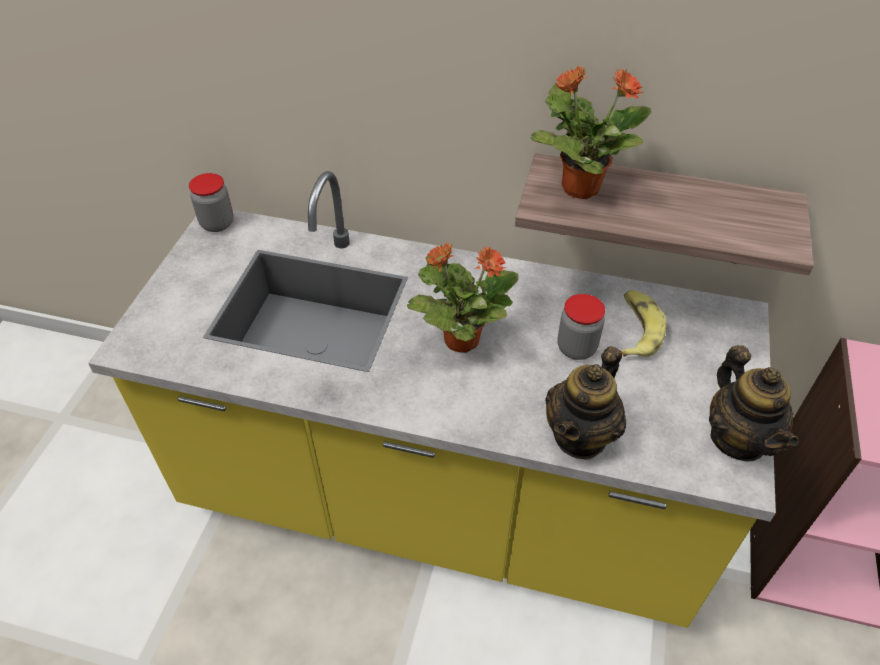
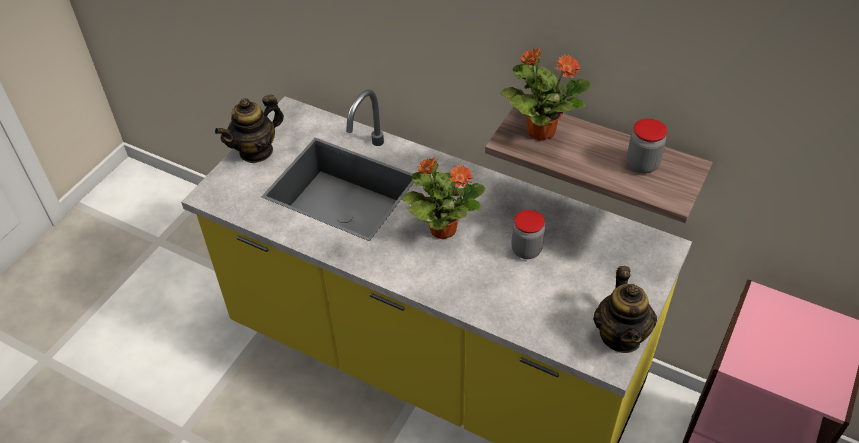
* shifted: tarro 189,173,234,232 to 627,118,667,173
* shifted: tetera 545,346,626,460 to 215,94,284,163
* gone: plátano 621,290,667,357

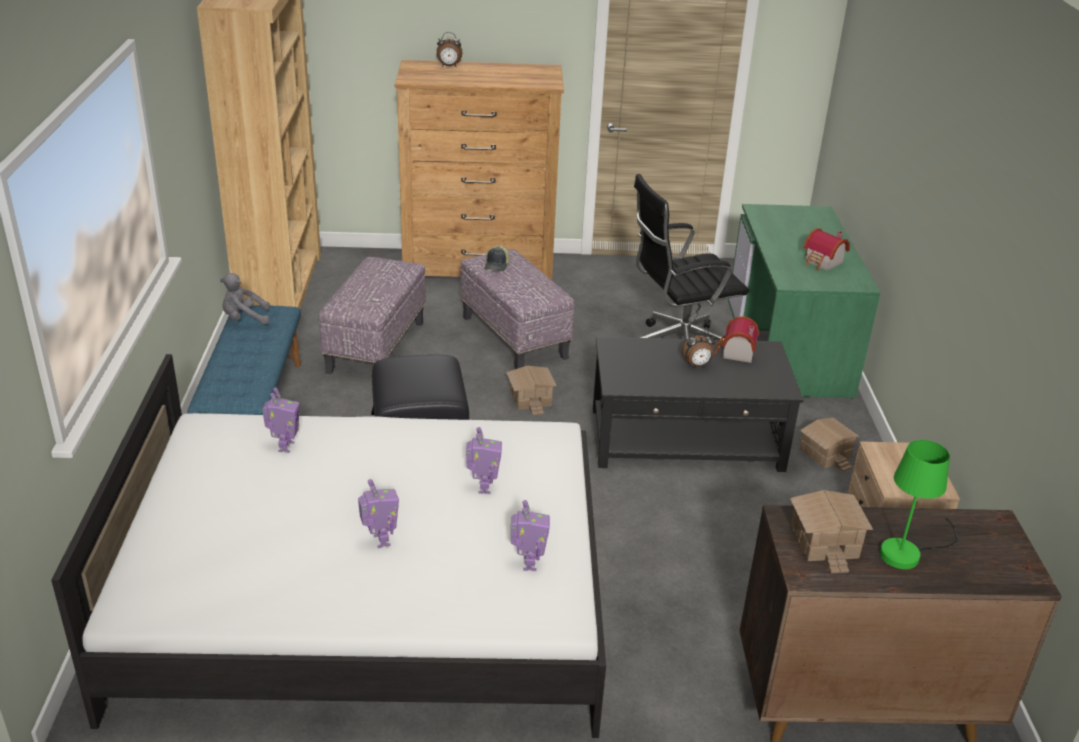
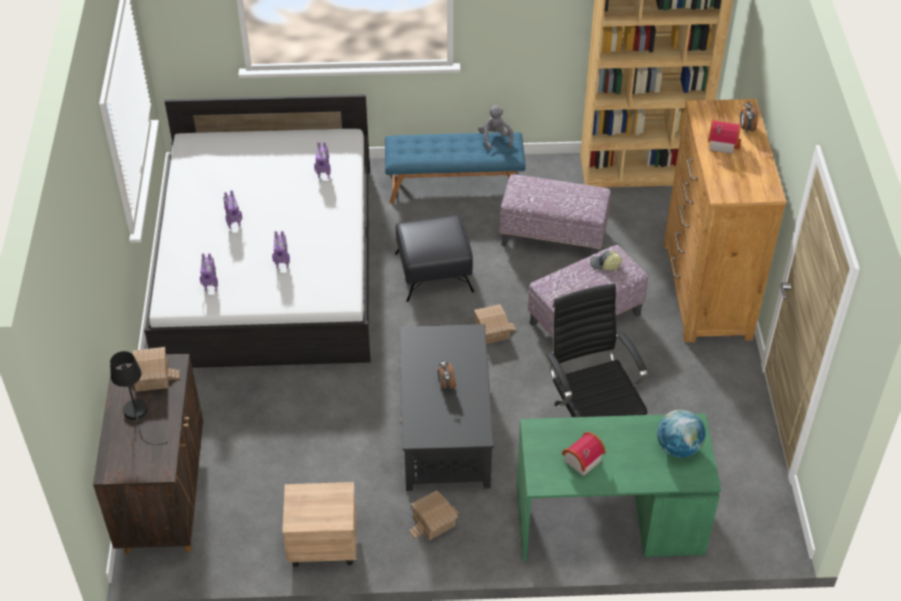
* shifted: casita 715,316,759,363 to 708,119,741,154
* repainted: lámpara de mesa [verde] 880,440,958,570 to lámpara de mesa [negro] 110,351,168,445
* new: globo terráqueo 657,410,706,458

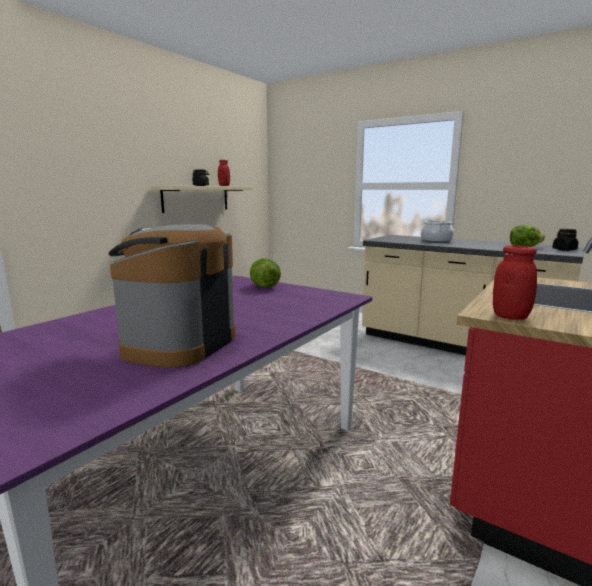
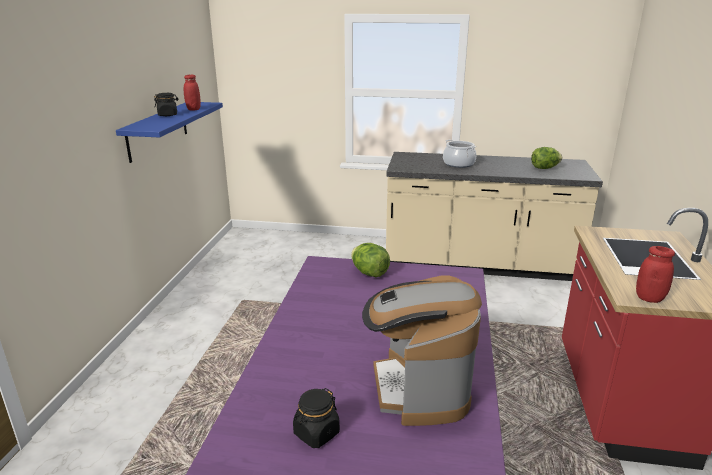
* repainted: estante [beis] 152,186,253,213 to estante [azul] 116,102,223,163
* shifted: tarro [negro] 552,229,578,251 to 293,388,340,448

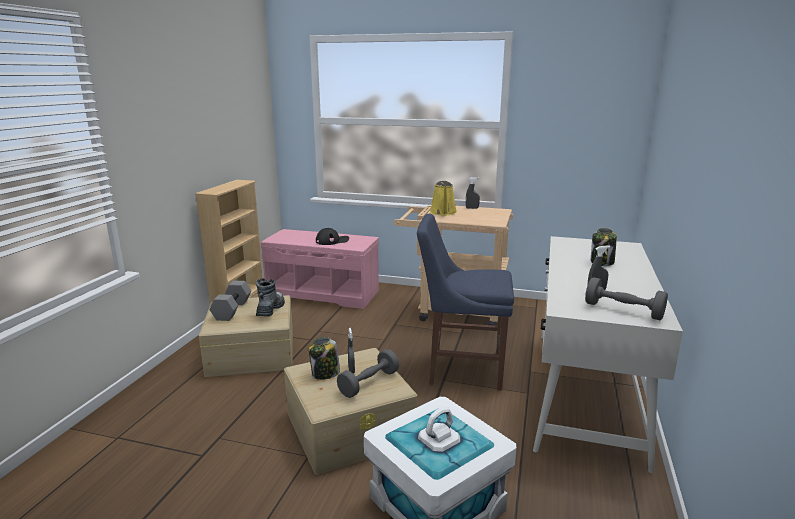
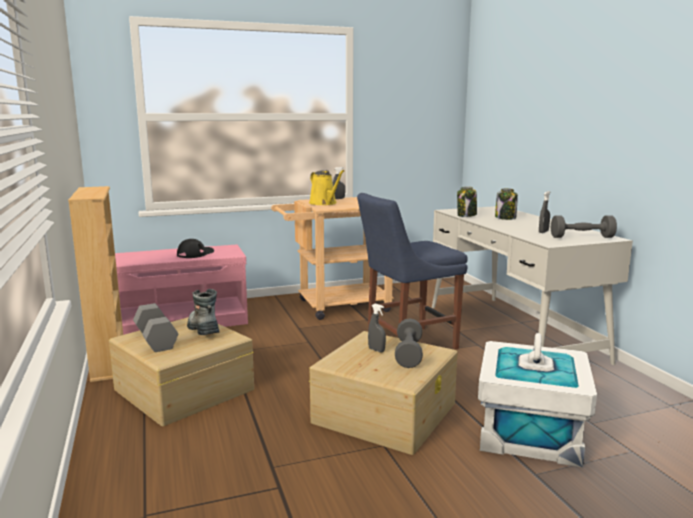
* shifted: tarro 309,337,340,380 to 457,187,477,217

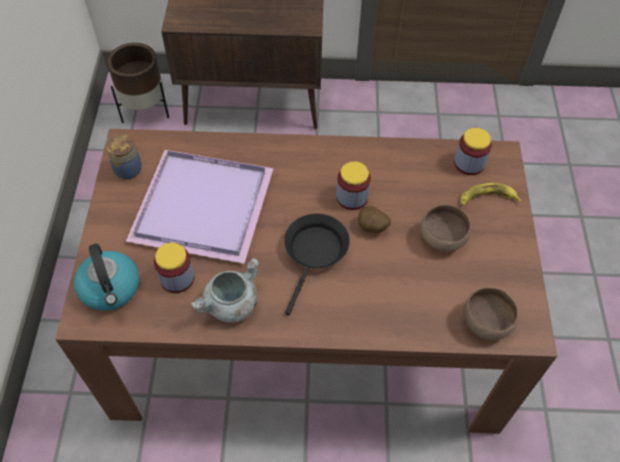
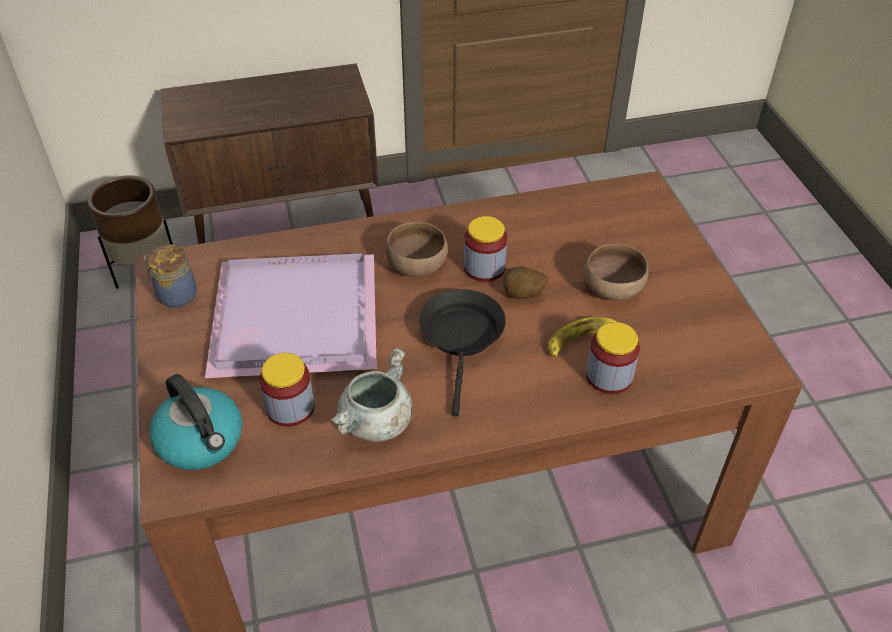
* shifted: tarro 454,128,492,175 to 586,322,640,394
* shifted: plátano 461,183,522,206 to 548,317,617,357
* shifted: cuenco [marrón] 463,287,519,340 to 386,222,448,277

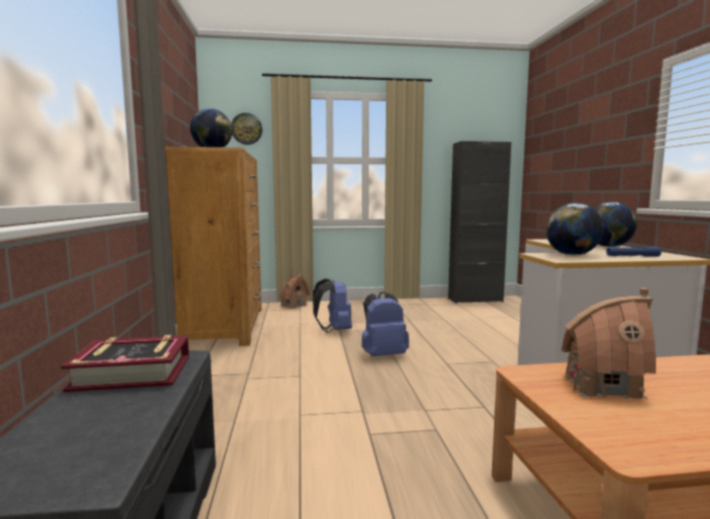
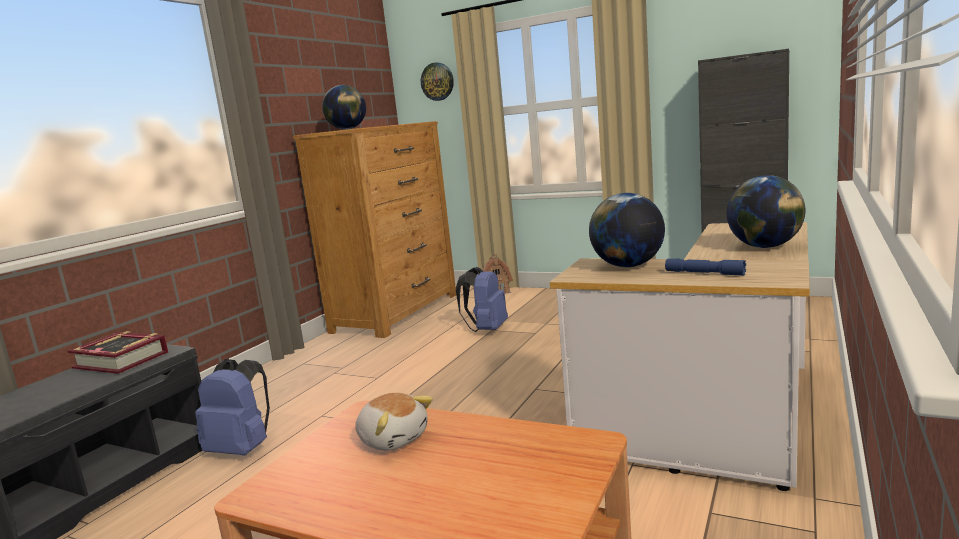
* shifted: mochila [azul] 362,291,409,356 to 195,359,270,455
* swapped: casita 561,288,656,403 to peluche 355,393,433,451

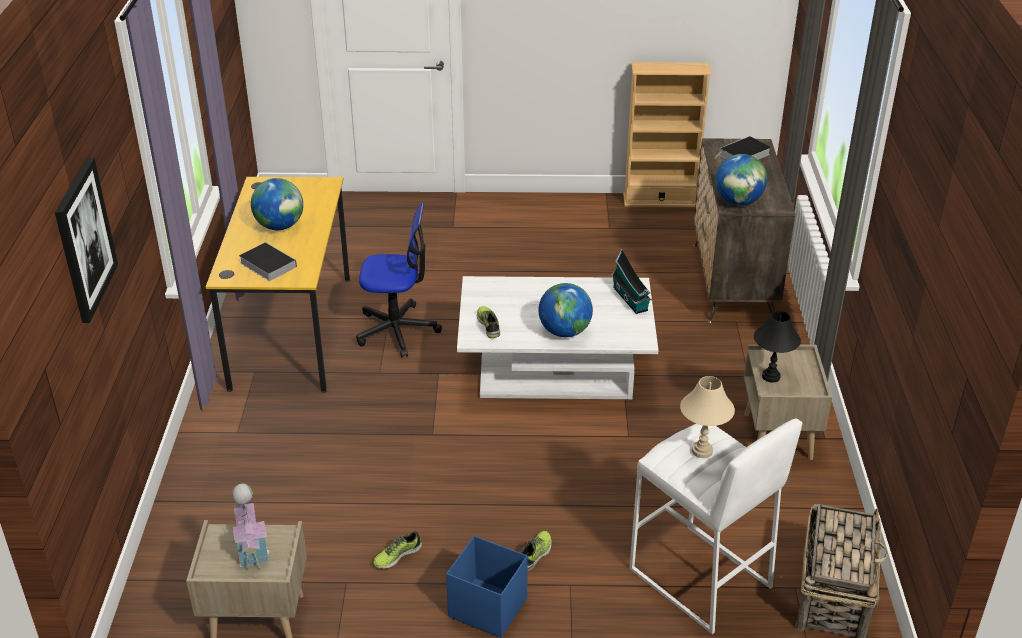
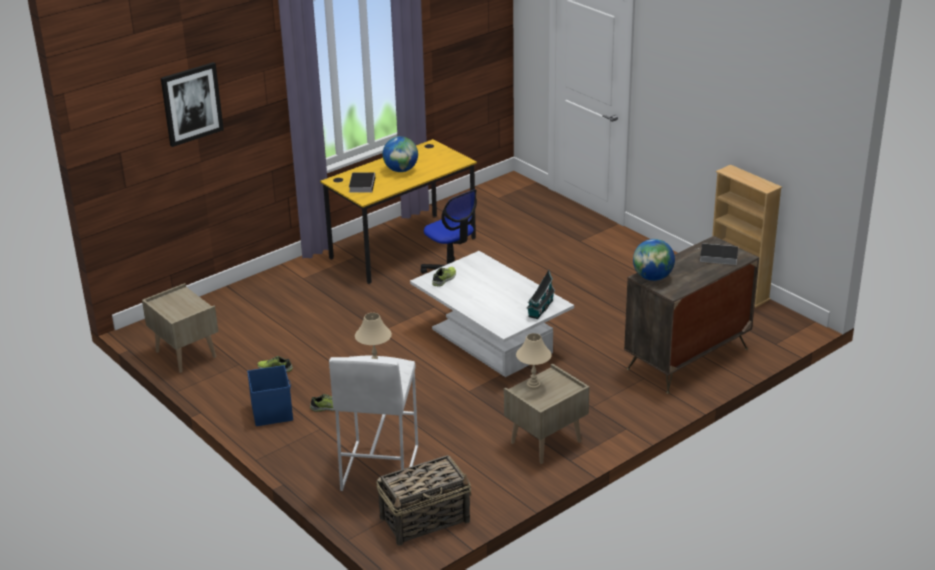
* gone: casita 232,484,269,570
* gone: globo terráqueo 539,283,593,337
* repainted: lámpara de mesa [negro] 754,311,801,383 to lámpara de mesa [beis] 516,333,552,390

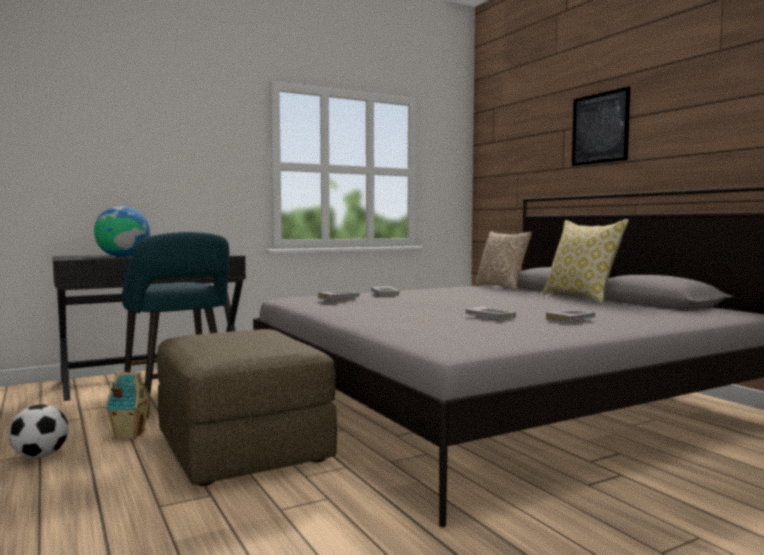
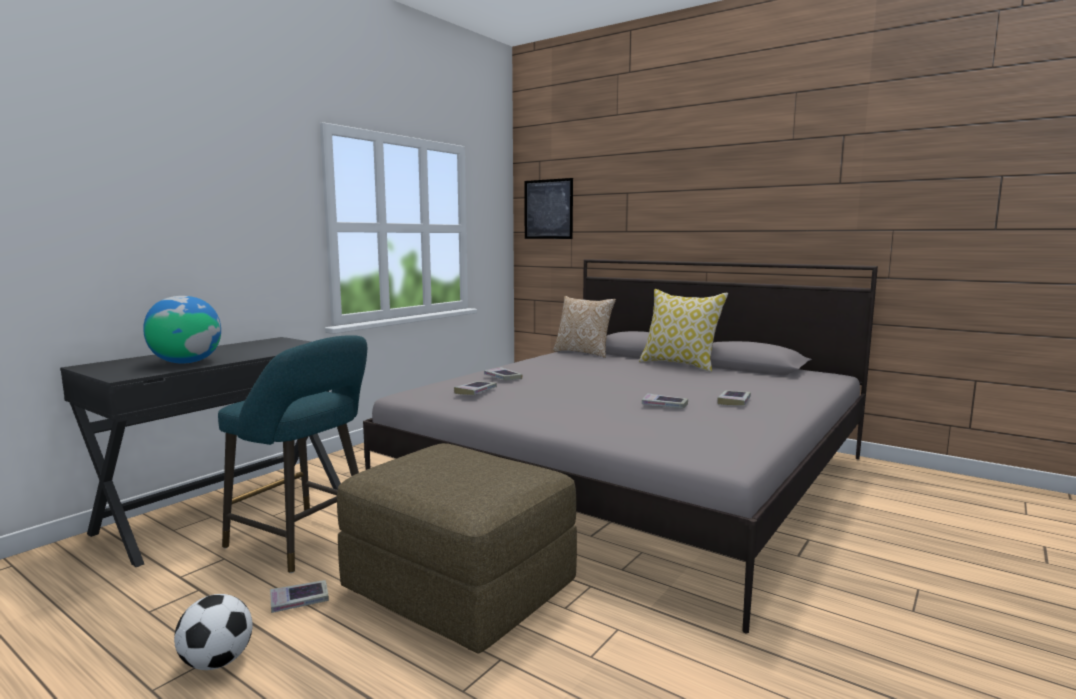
* swapped: casita 104,372,152,439 to libro 270,580,329,613
* shifted: cuadro 572,87,630,166 to 524,178,573,239

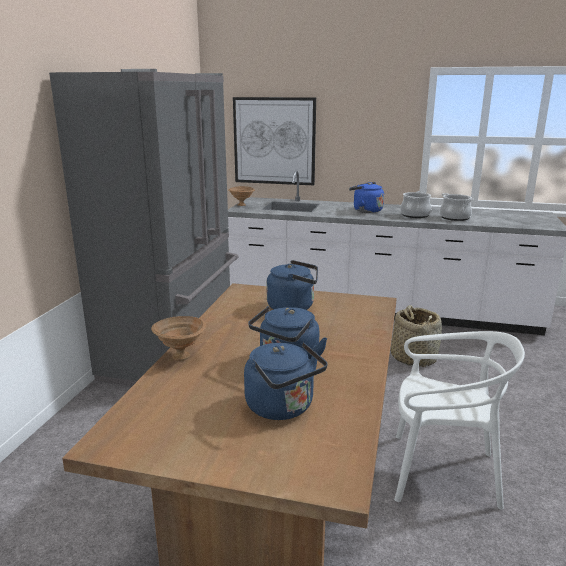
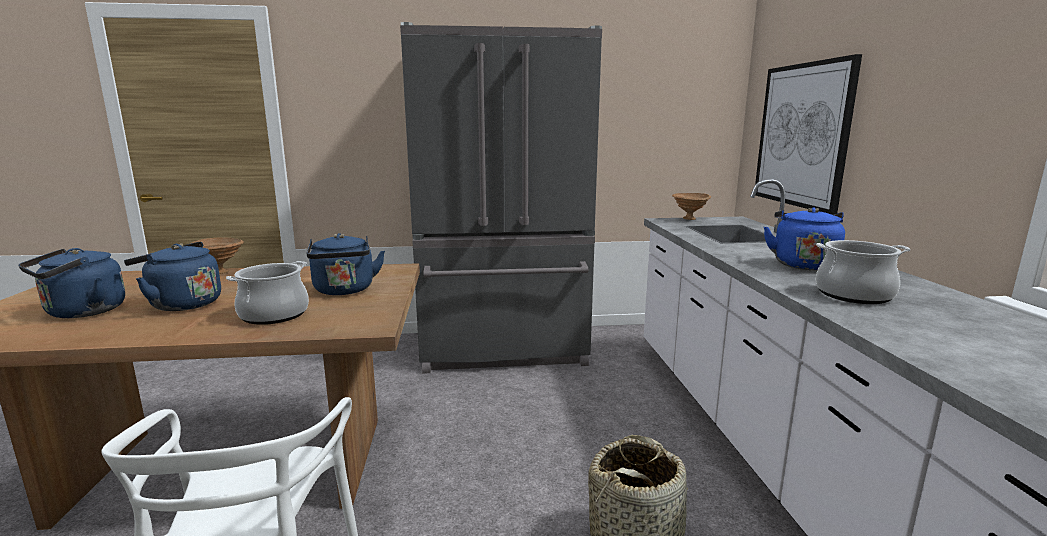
* shifted: olla 439,193,474,221 to 226,261,309,325

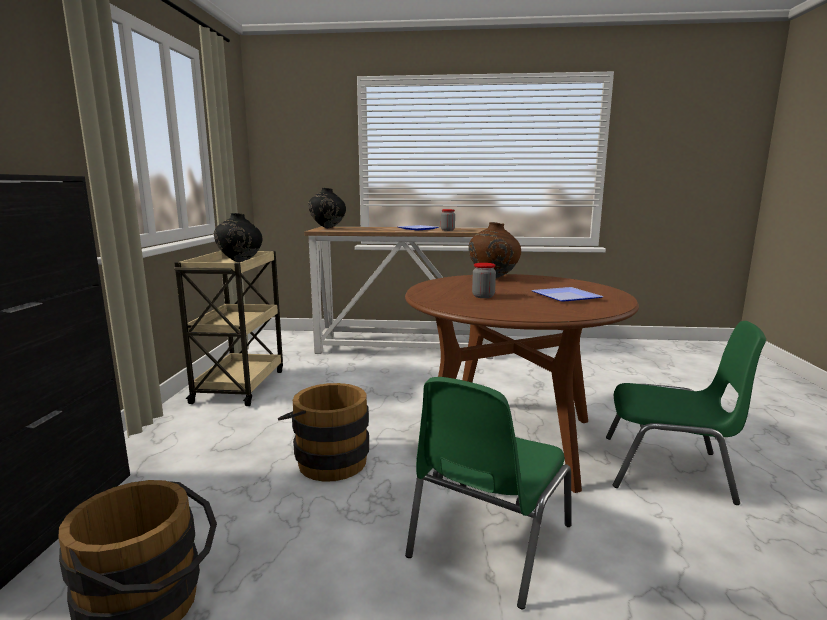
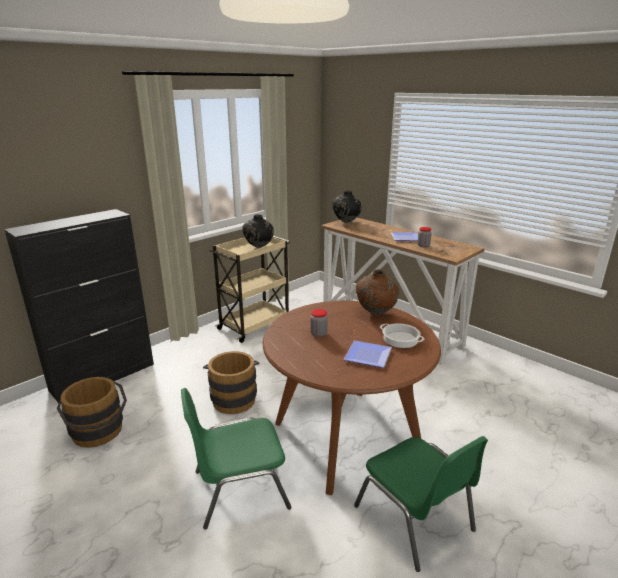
* new: olla 380,323,425,348

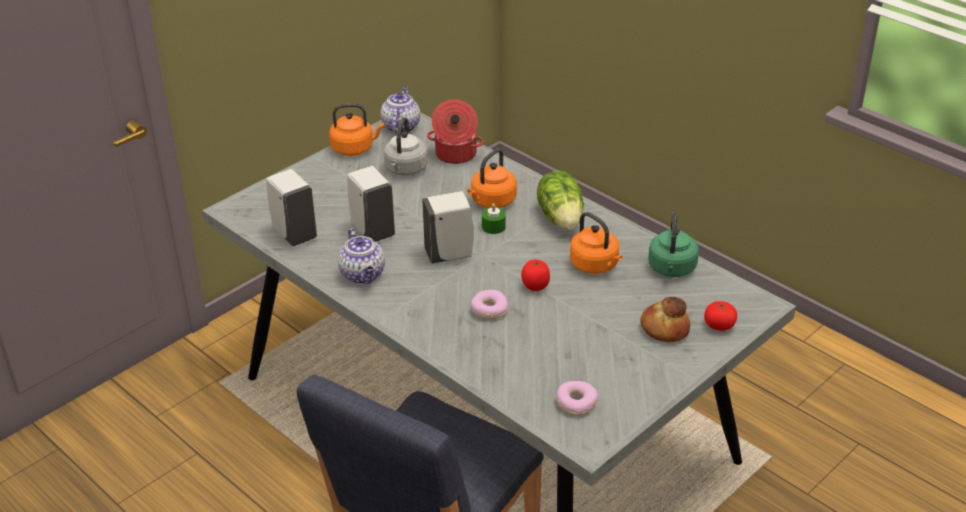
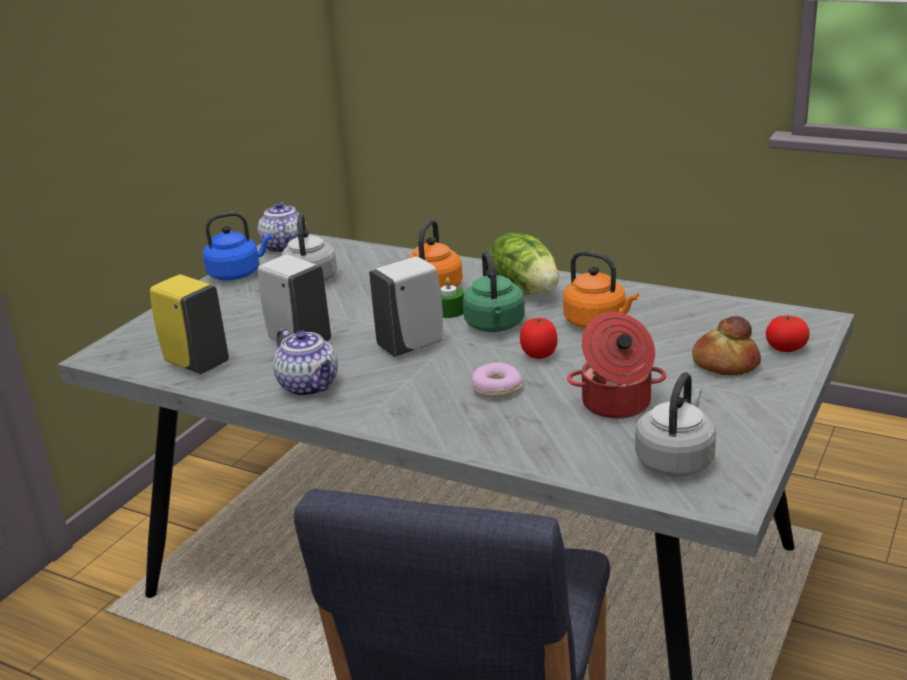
* repainted: dispensador de jabón [blanco] 266,169,317,246 to dispensador de jabón [amarillo] 150,274,229,374
* repainted: hervidor [naranja] 329,103,384,156 to hervidor [azul] 203,212,272,281
* shifted: olla 427,99,484,164 to 567,312,667,419
* swapped: rosquilla 556,381,598,415 to hervidor [gris] 635,372,716,477
* shifted: hervidor [verde] 648,212,699,277 to 463,251,525,332

